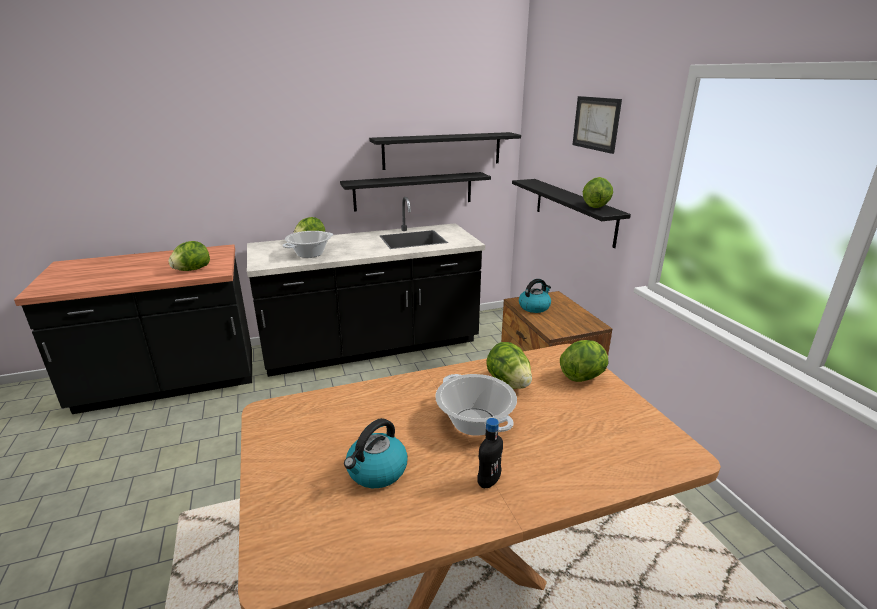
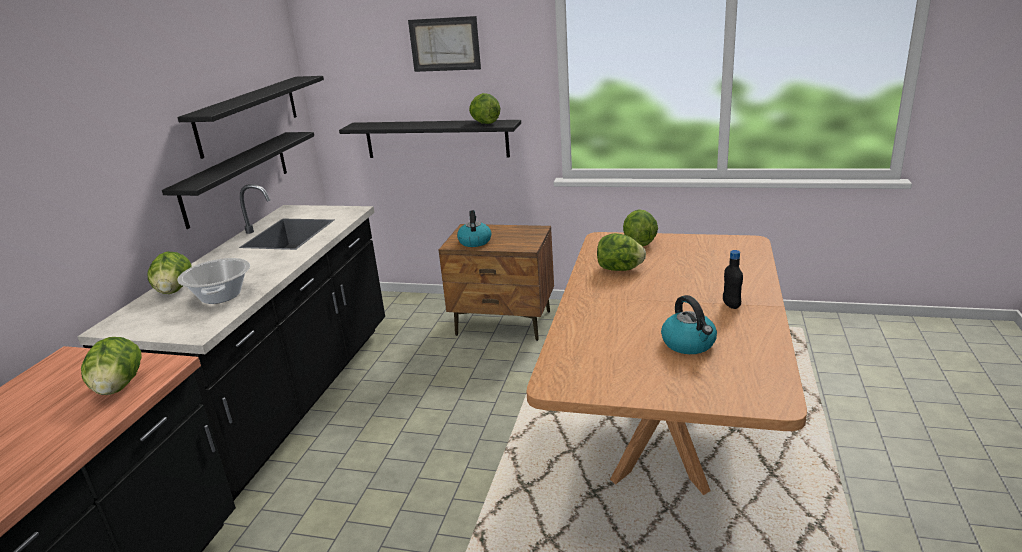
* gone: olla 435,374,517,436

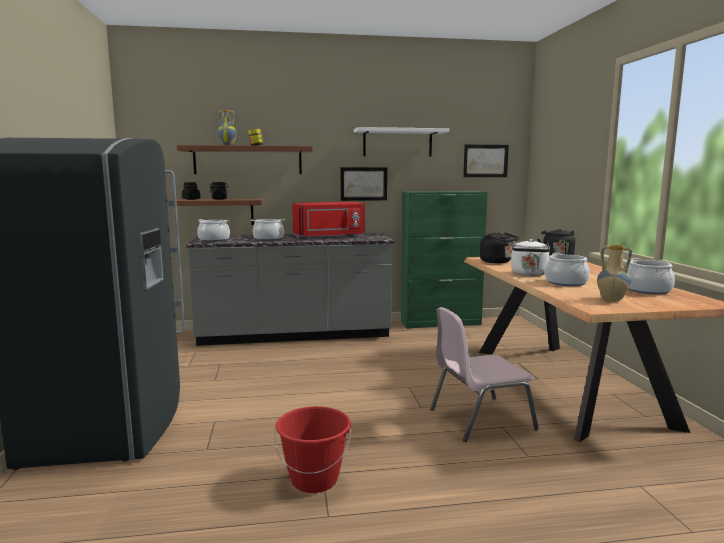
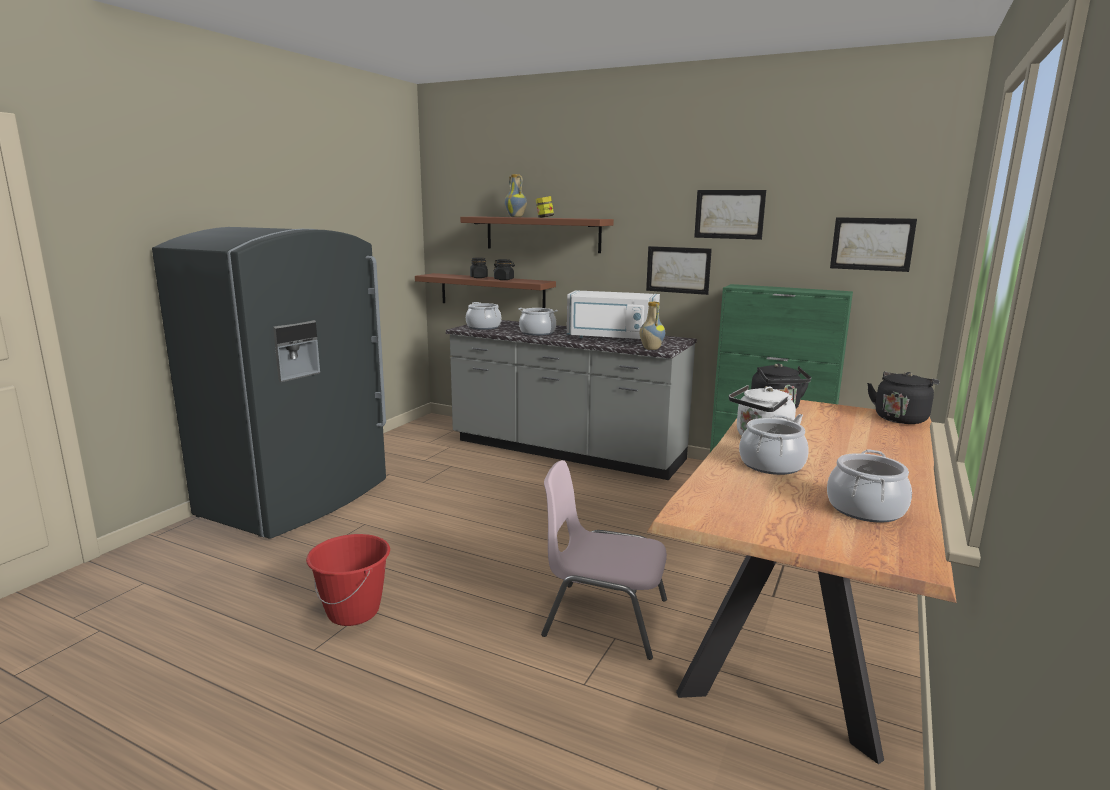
* repainted: microondas [rojo] 292,202,365,239 to microondas [blanco] 567,290,660,339
* swapped: estante [blanco] 354,127,449,156 to cuadro 694,190,766,240
* shifted: florero 597,245,632,301 to 639,302,665,350

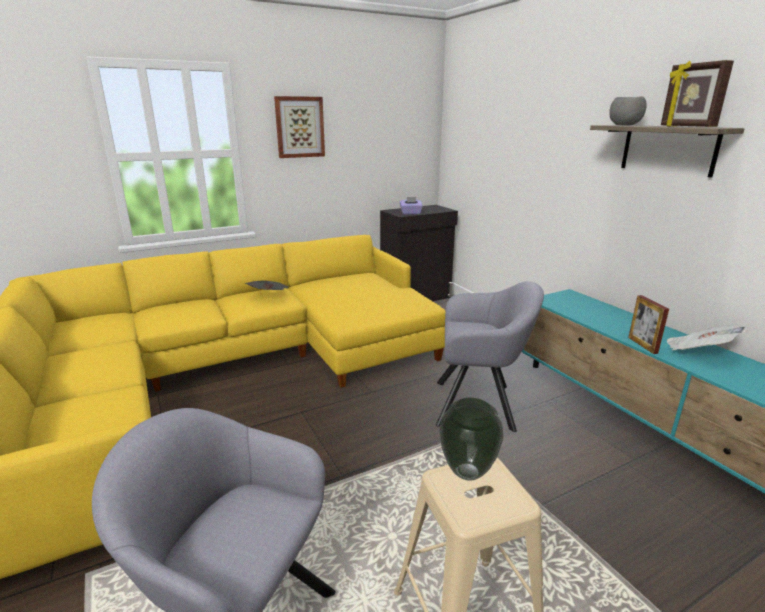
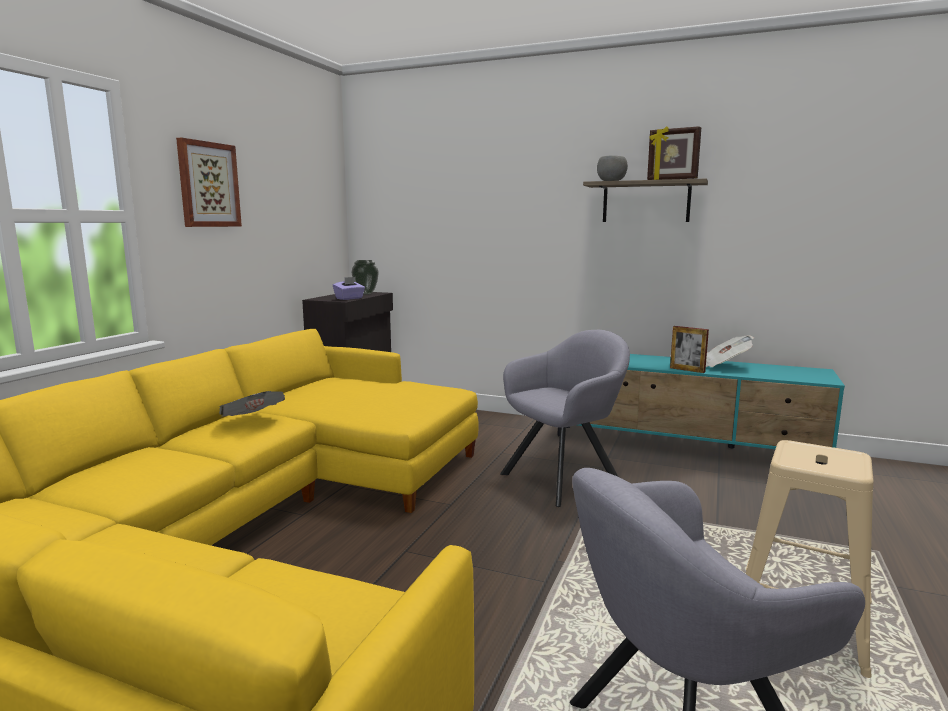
* shifted: florero 439,398,504,481 to 351,260,379,295

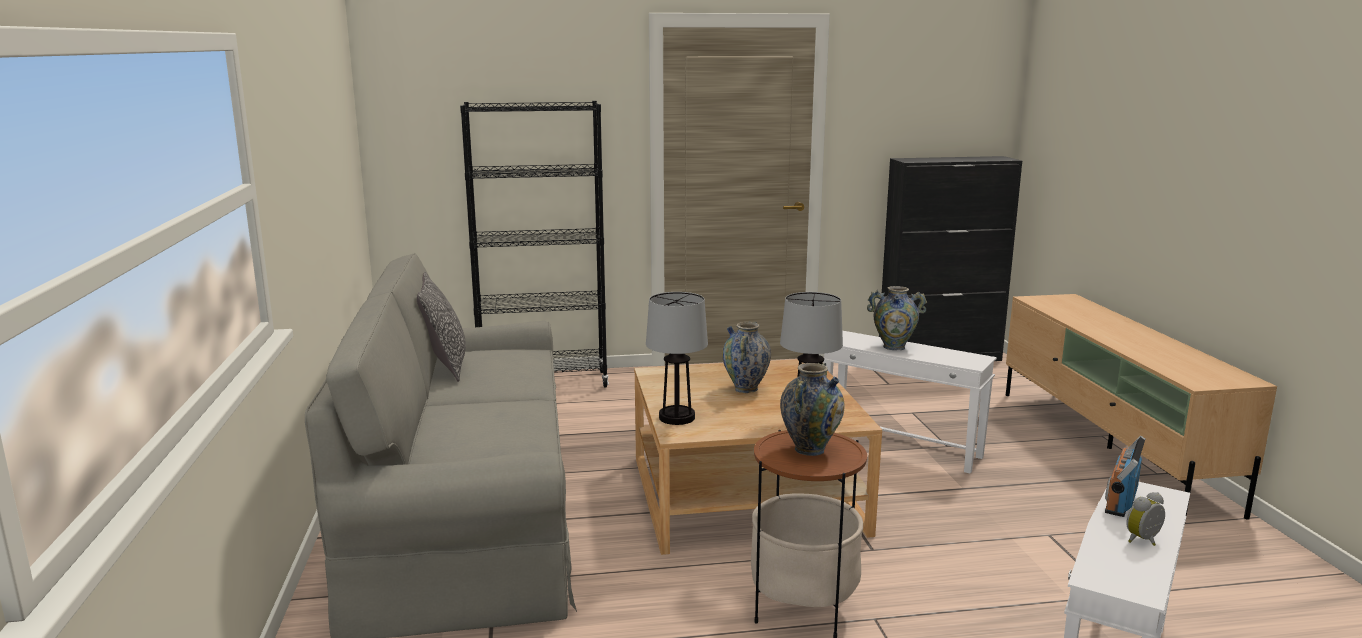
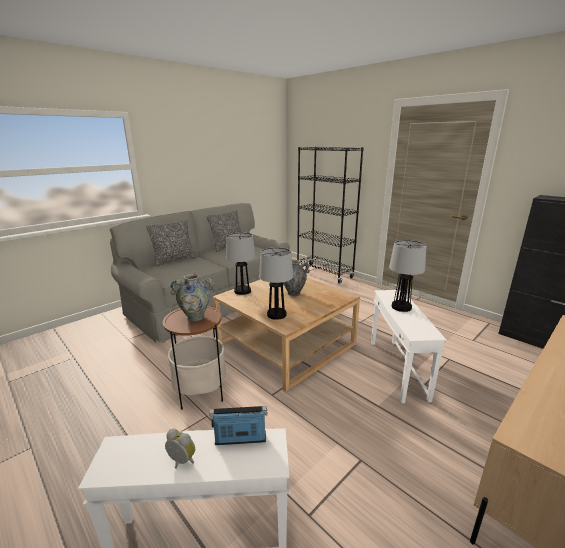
* swapped: florero 867,286,927,350 to lámpara de mesa 389,240,427,312
* new: cojín 146,219,196,266

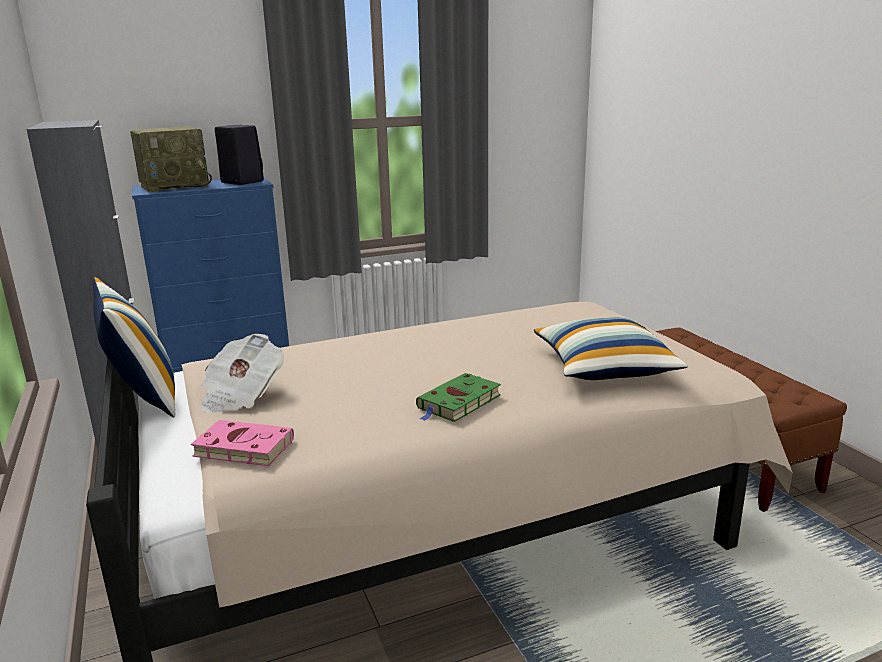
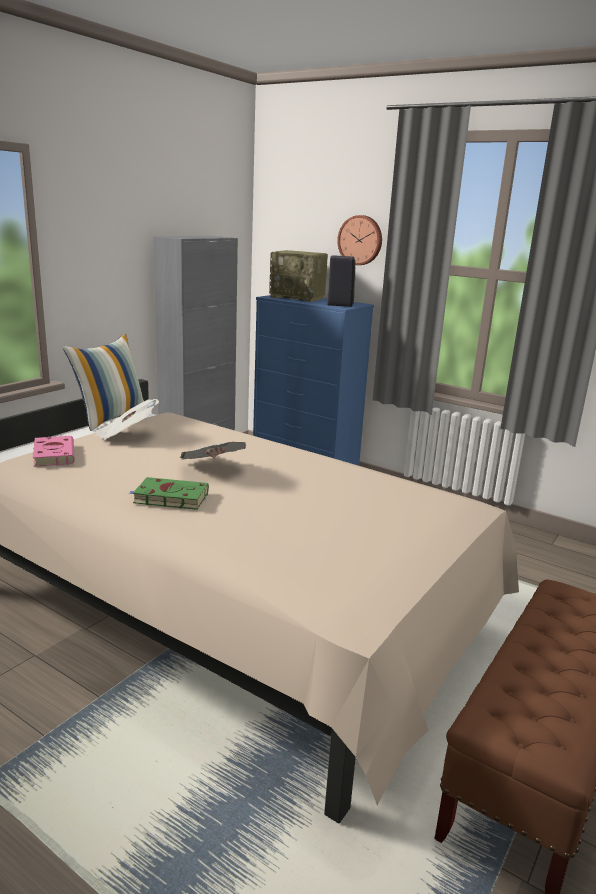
* gone: cojín 534,317,688,380
* new: periódico 180,442,246,459
* new: reloj de pared 337,215,382,265

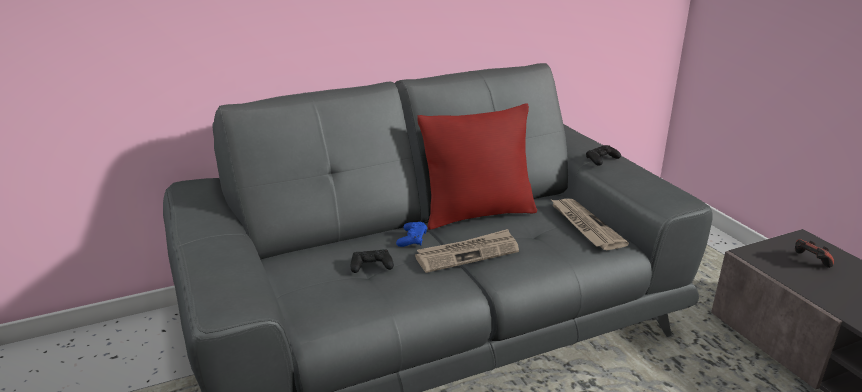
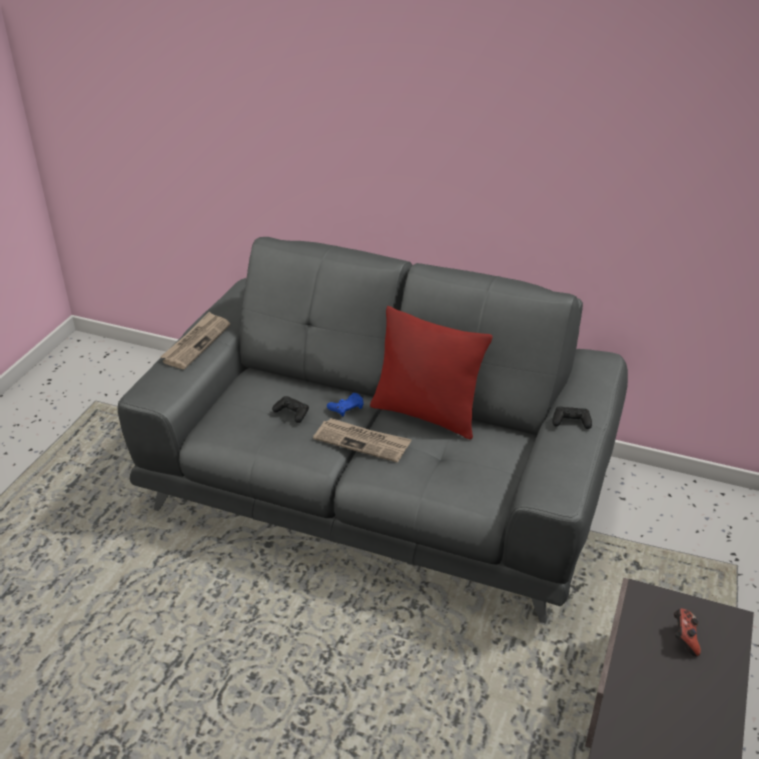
* shifted: periódico 552,199,629,250 to 160,312,230,369

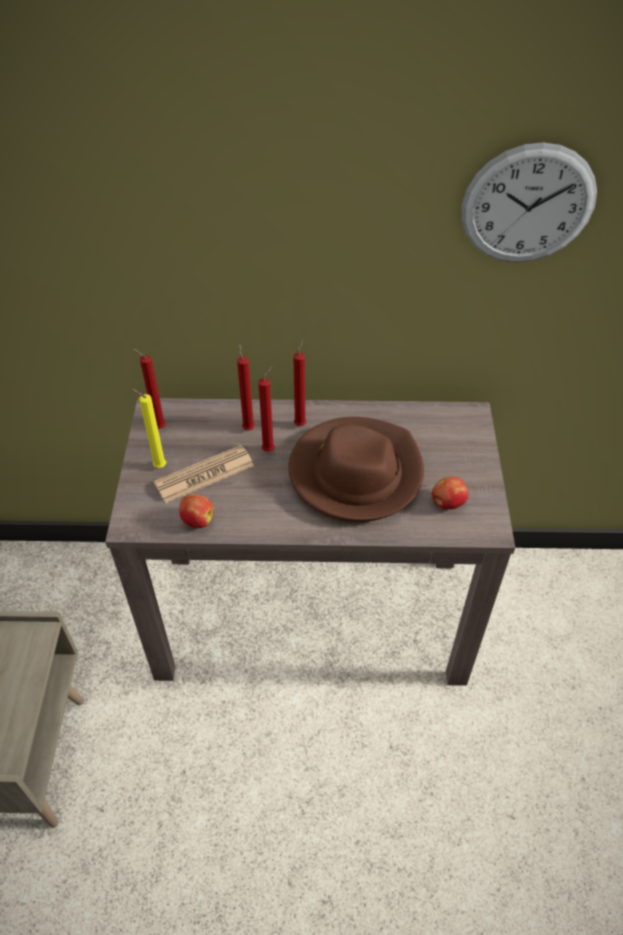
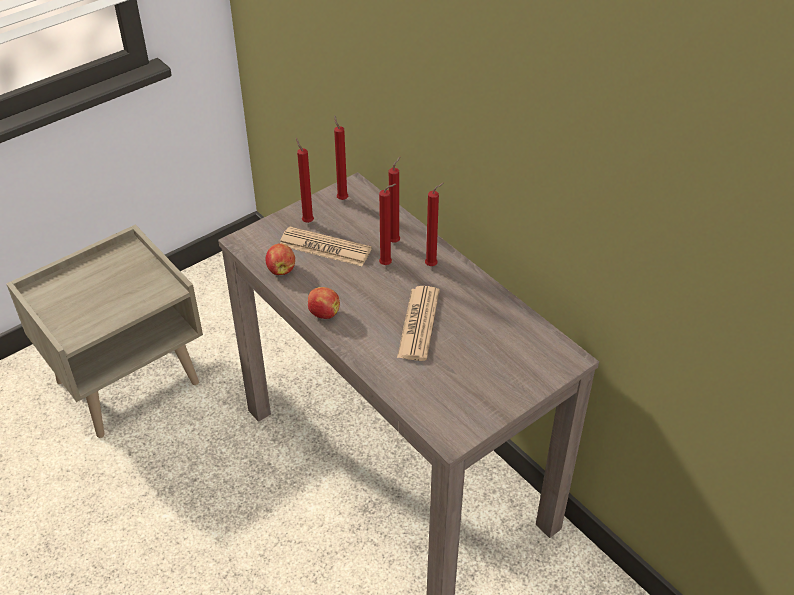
* repainted: vela [amarillo] 131,389,166,468 to vela [rojo] 296,138,314,223
* swapped: sombrero [marrón] 288,417,424,522 to periódico 397,286,440,361
* shifted: manzana 432,476,469,509 to 308,287,340,319
* gone: reloj de pared 462,142,597,262

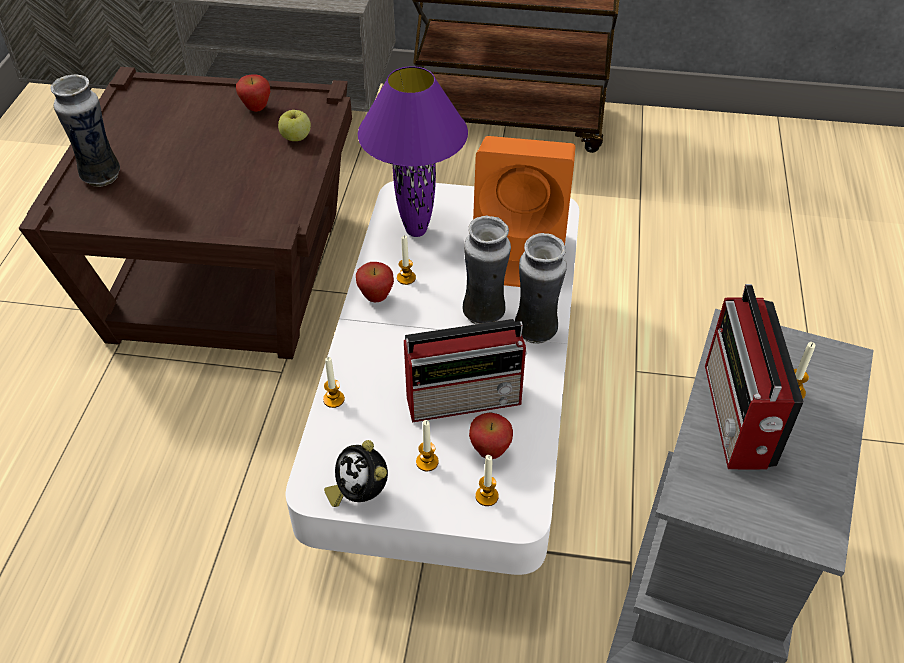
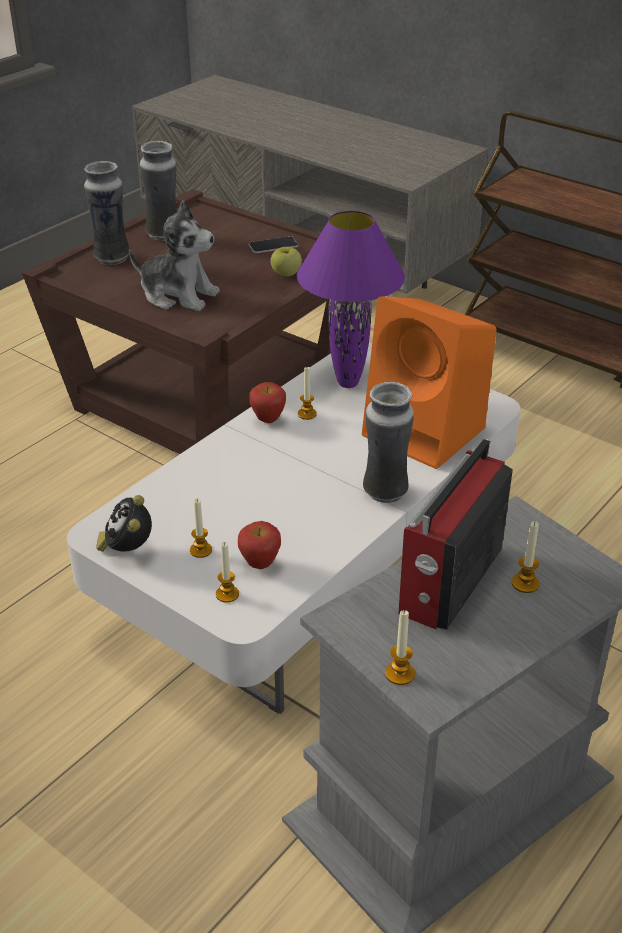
* swapped: manzana 236,75,270,112 to móvil 249,236,298,253
* shifted: vela 323,357,345,408 to 385,610,415,685
* gone: radio 404,319,527,423
* shifted: florero 463,215,511,324 to 140,141,177,241
* new: peluche 129,200,220,311

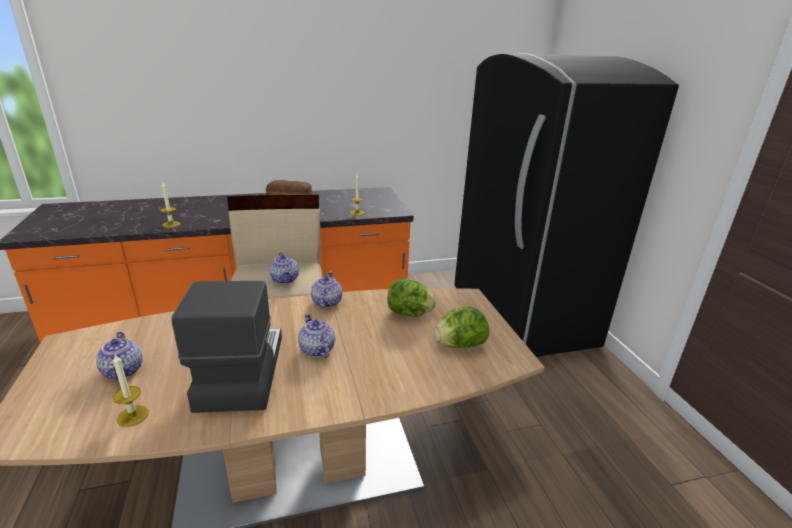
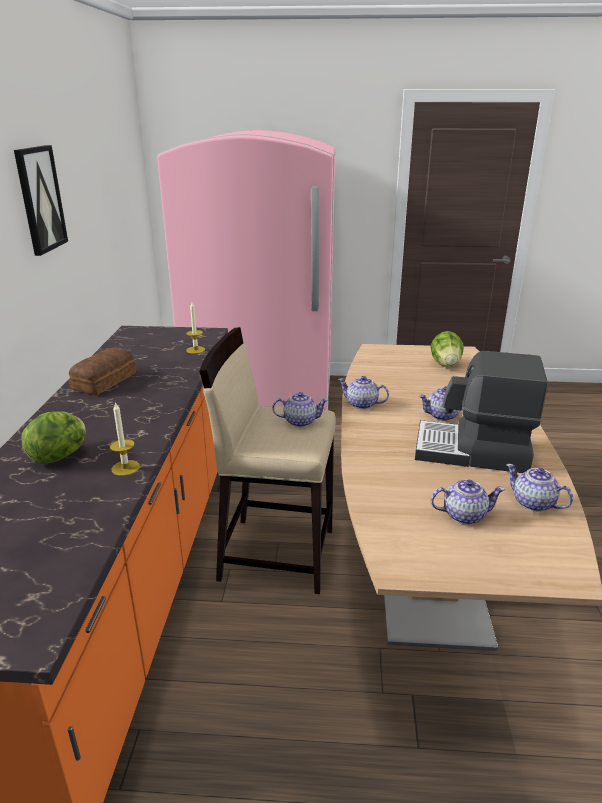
* swapped: vela 113,355,149,427 to tetera 506,464,573,512
* shifted: lechuga 387,278,436,317 to 22,411,86,464
* repainted: nevera [negro] 455,53,679,357 to nevera [rosa] 157,130,335,410
* new: cuadro 14,145,68,256

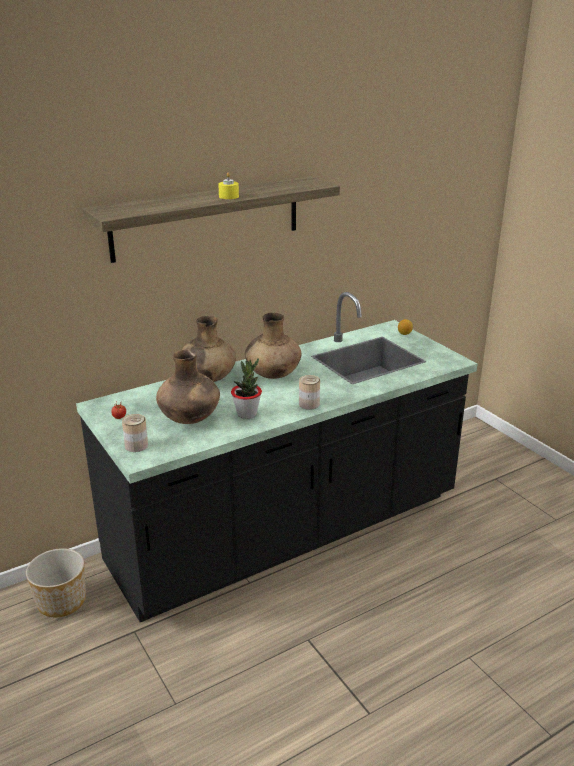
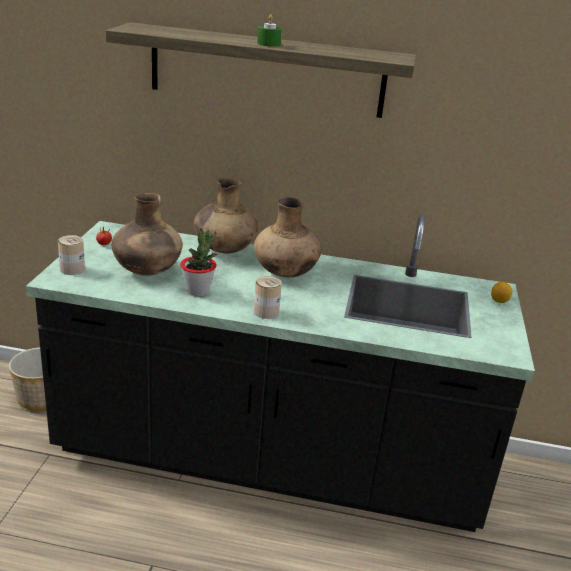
* repainted: vela [amarillo] 218,173,239,199 to vela [verde] 257,14,282,47

